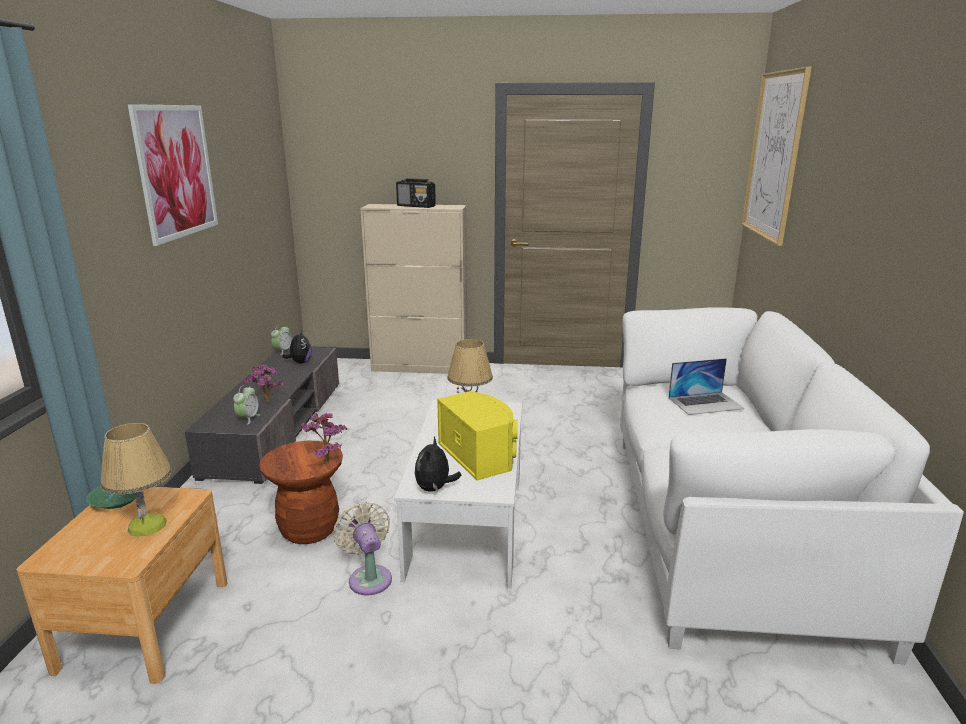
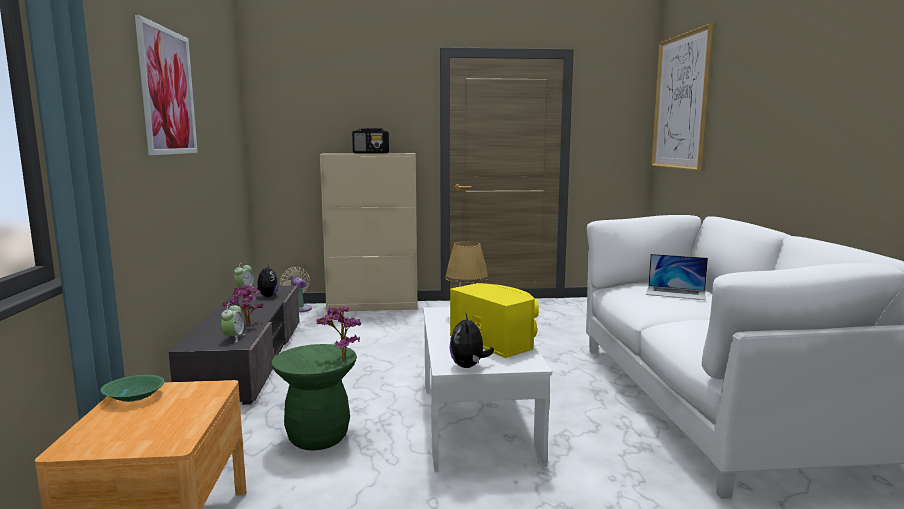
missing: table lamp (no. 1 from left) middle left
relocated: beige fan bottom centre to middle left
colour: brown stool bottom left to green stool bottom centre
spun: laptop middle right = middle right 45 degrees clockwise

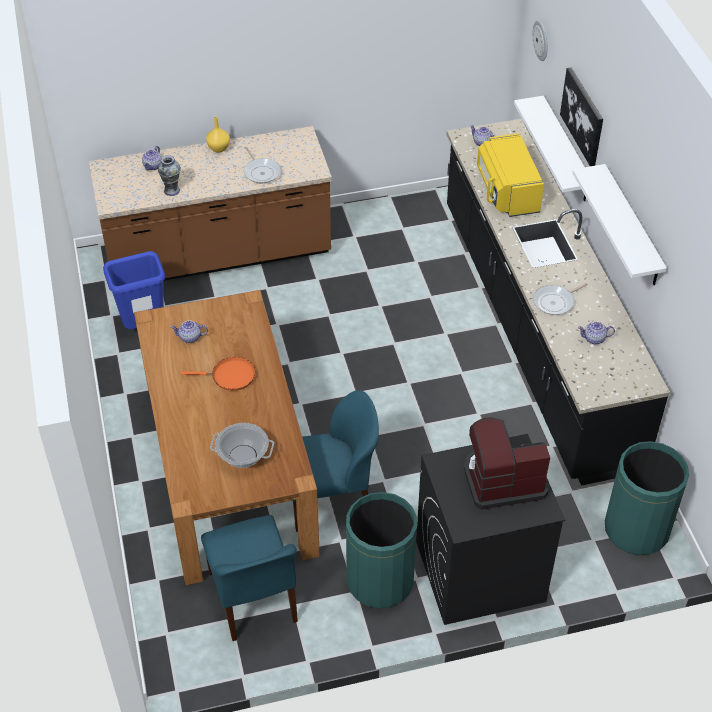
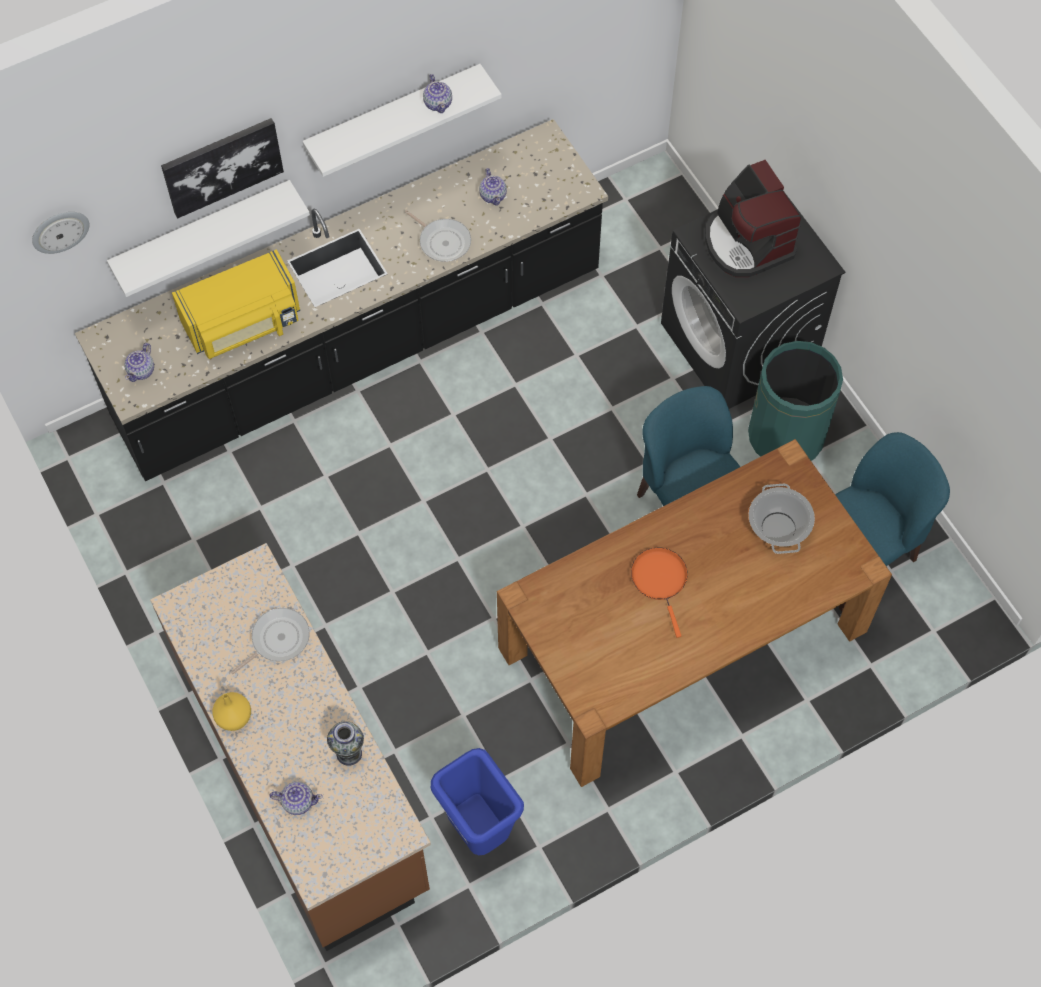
missing: green trash can (no. 2 from left) bottom right
relocated: teapot (no. 2 from left in the first image) middle left to teapot (no. 3 from left) top centre

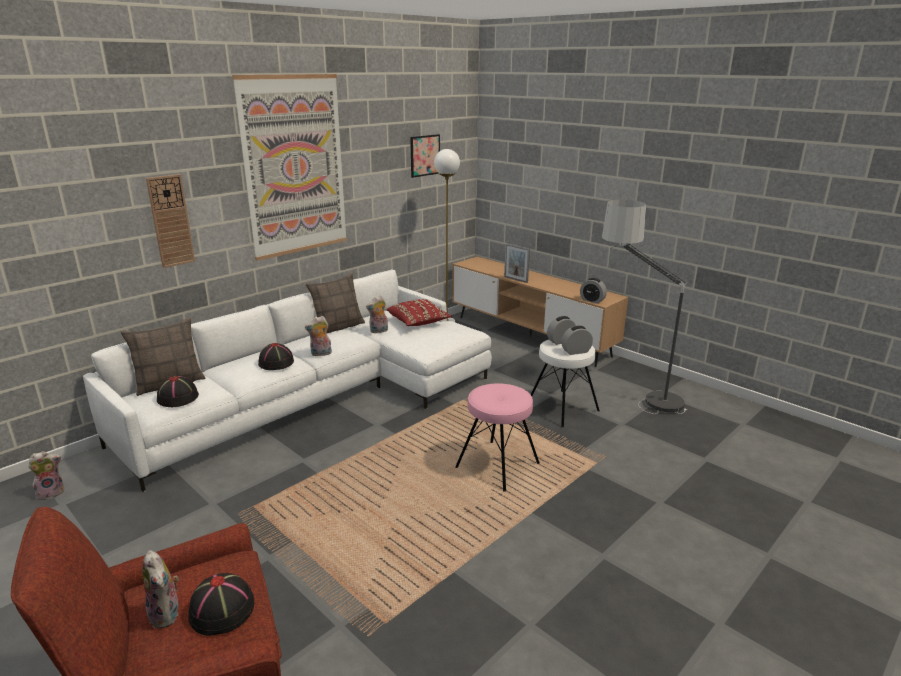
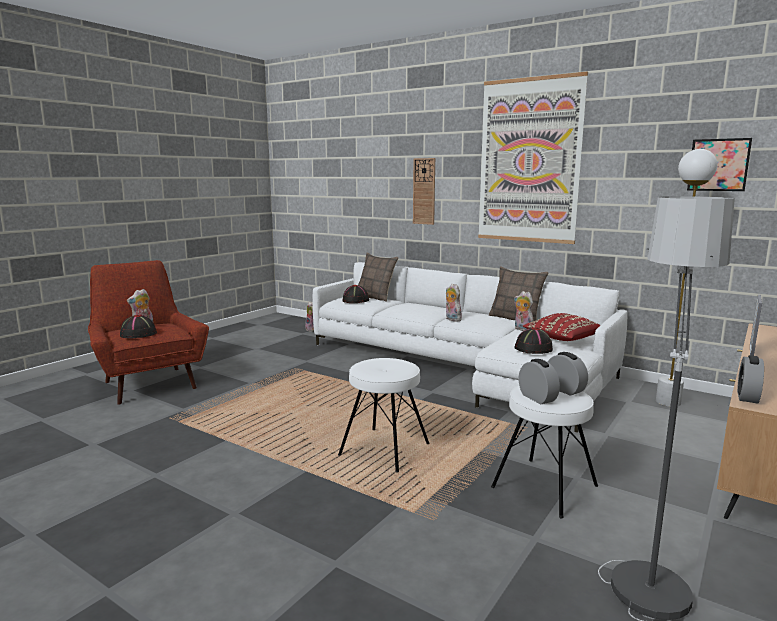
relocated: black hat (no. 3 from left) middle left to middle right
colour: pink stool centre to white stool (no. 1 from left) bottom centre

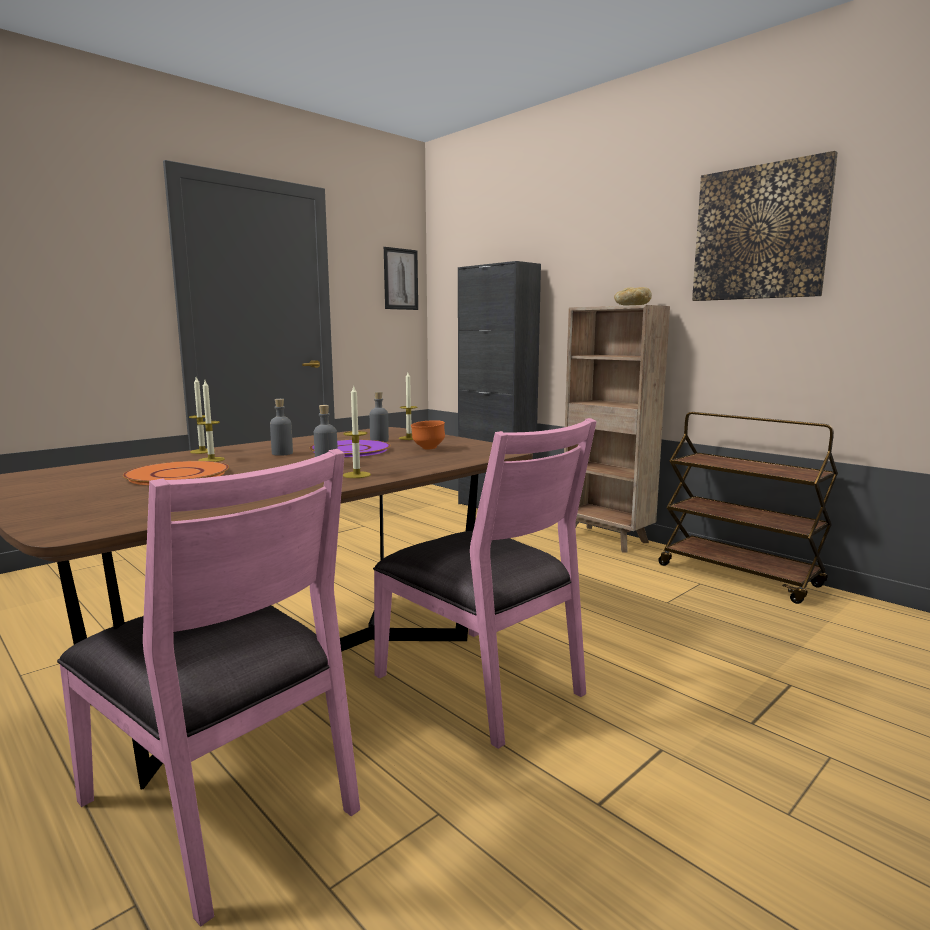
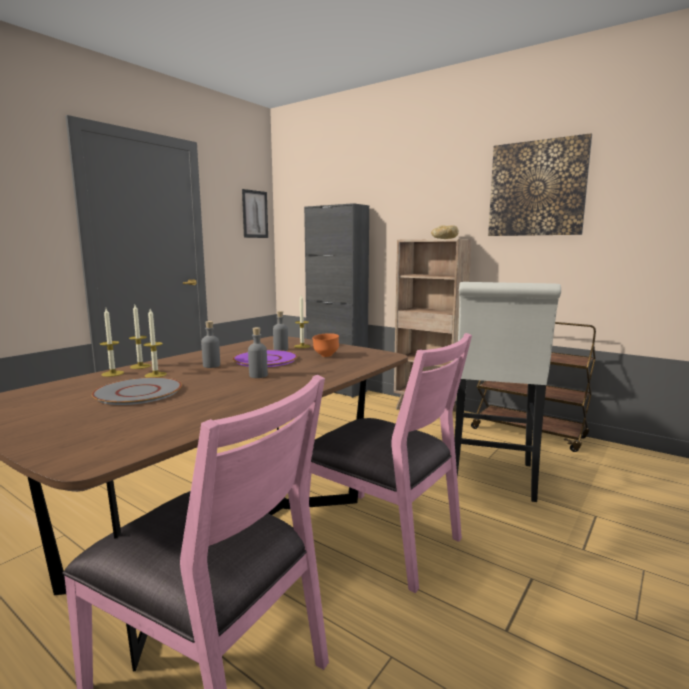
appeared: white stool middle right
relocated: candle (no. 3 from left in the first image) centre to candle (no. 1 from left) middle left
colour: orange plate middle left to grey plate middle left

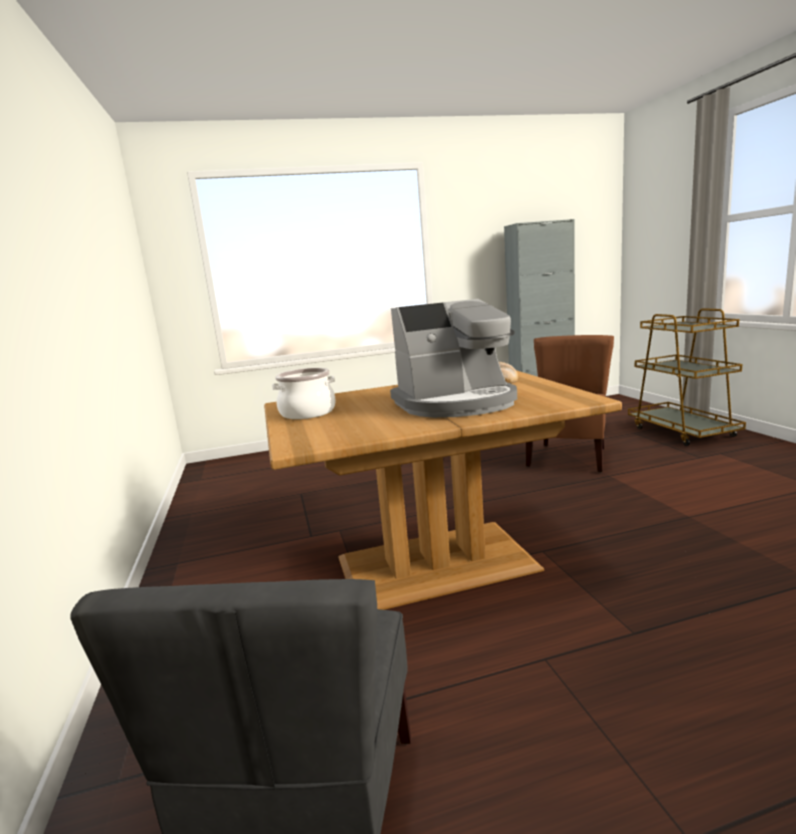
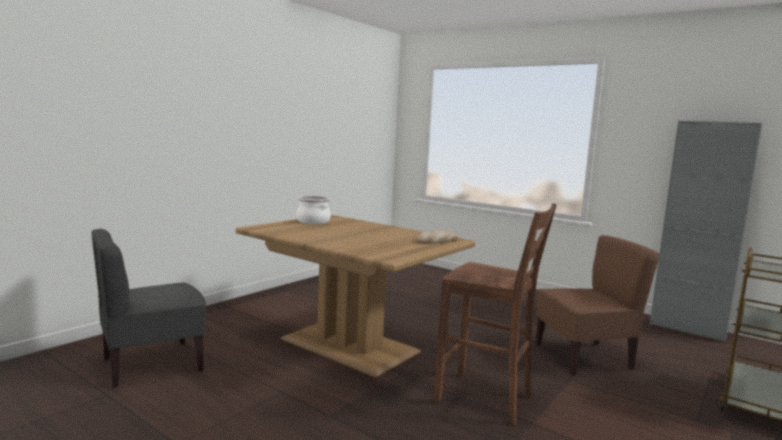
missing: coffee machine centre
appeared: brown stool bottom centre

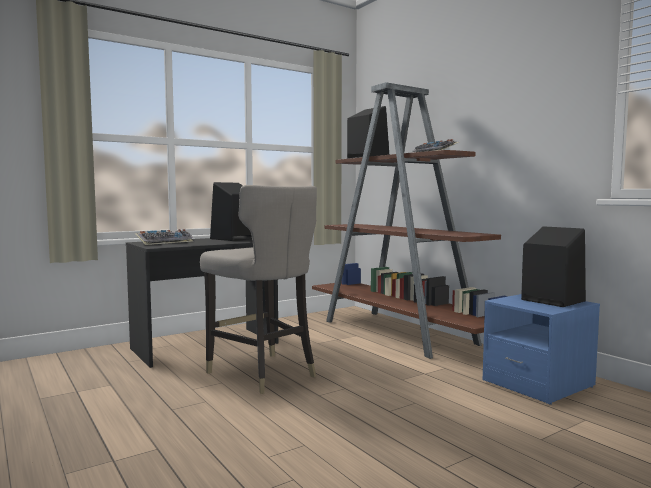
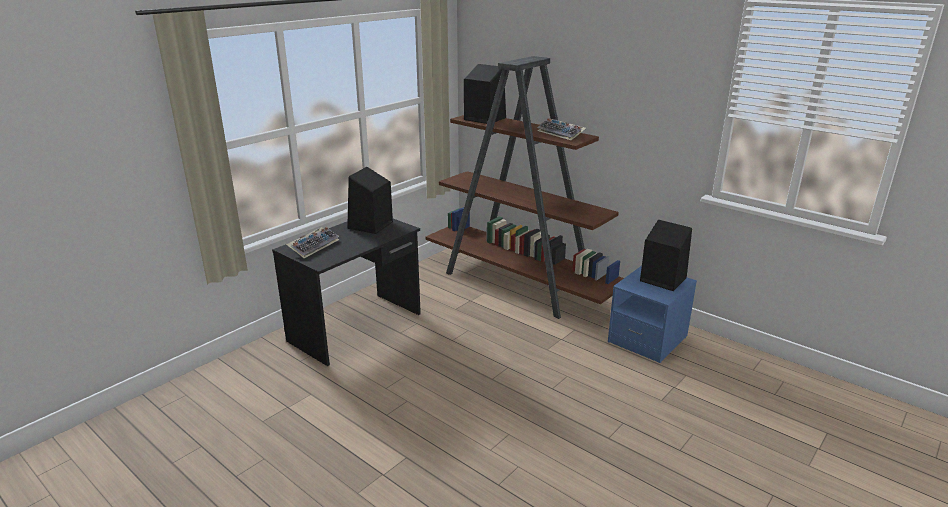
missing: grey stool centre

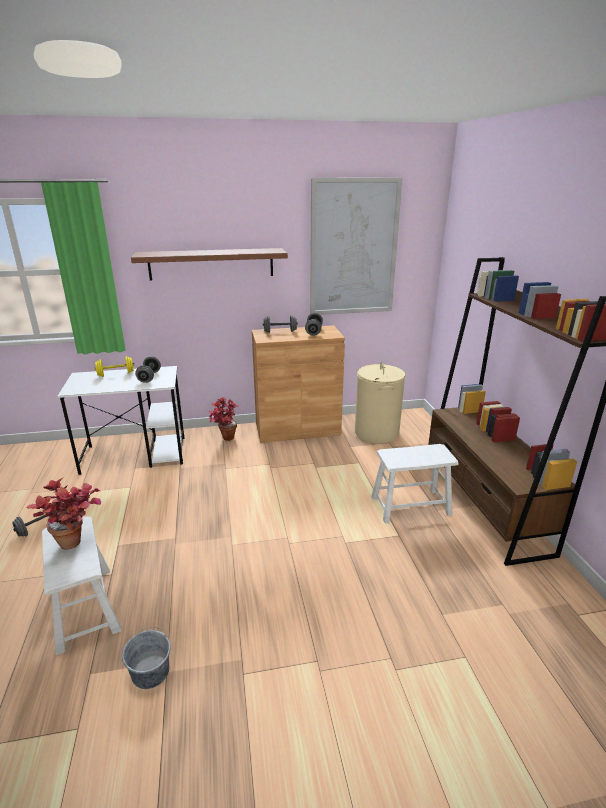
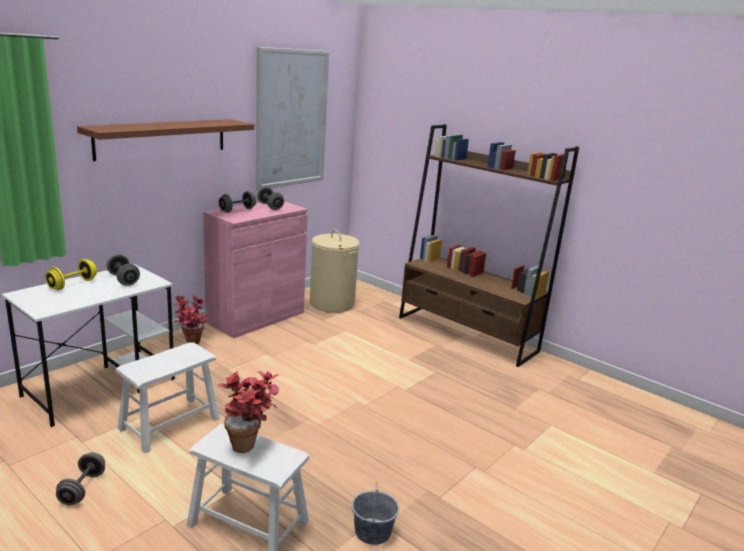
relocated: white stool (no. 2 from left in the first image) middle right to white stool (no. 1 from left) bottom left
colour: brown cabinet centre to pink cabinet centre

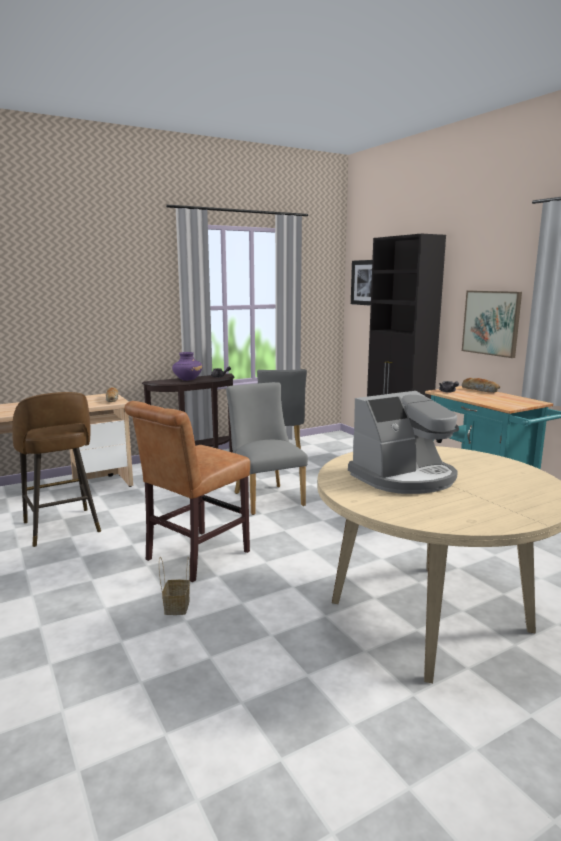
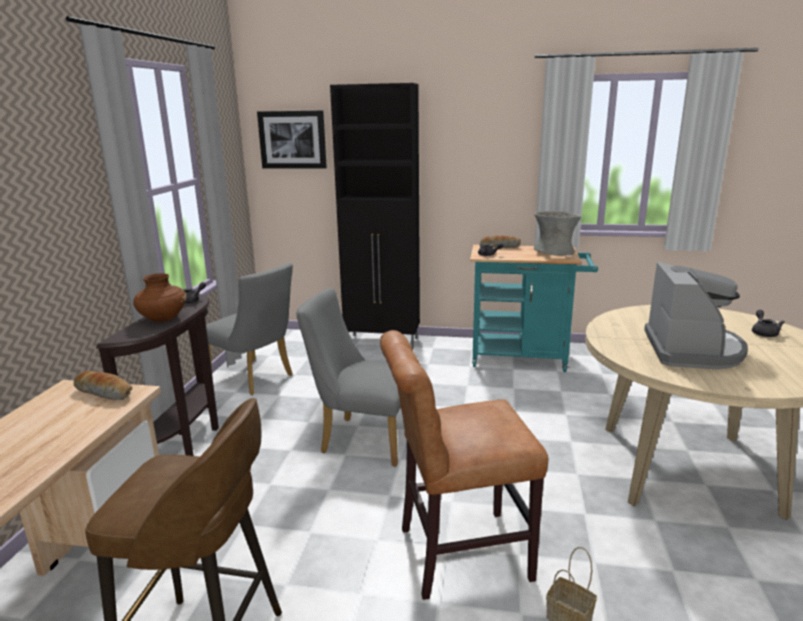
missing: picture (no. 2 from left) middle right
appeared: grey vase middle right; grey teapot (no. 3 from left) middle right
colour: purple vase centre to brown vase middle left
spun: brown chair centre = bottom centre 90 degrees clockwise

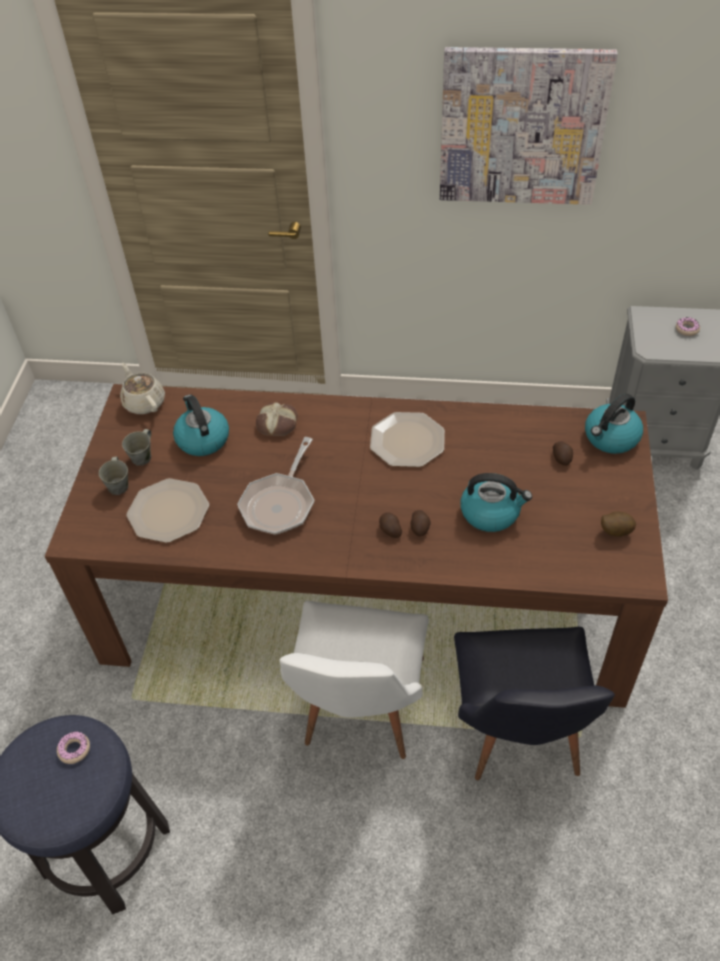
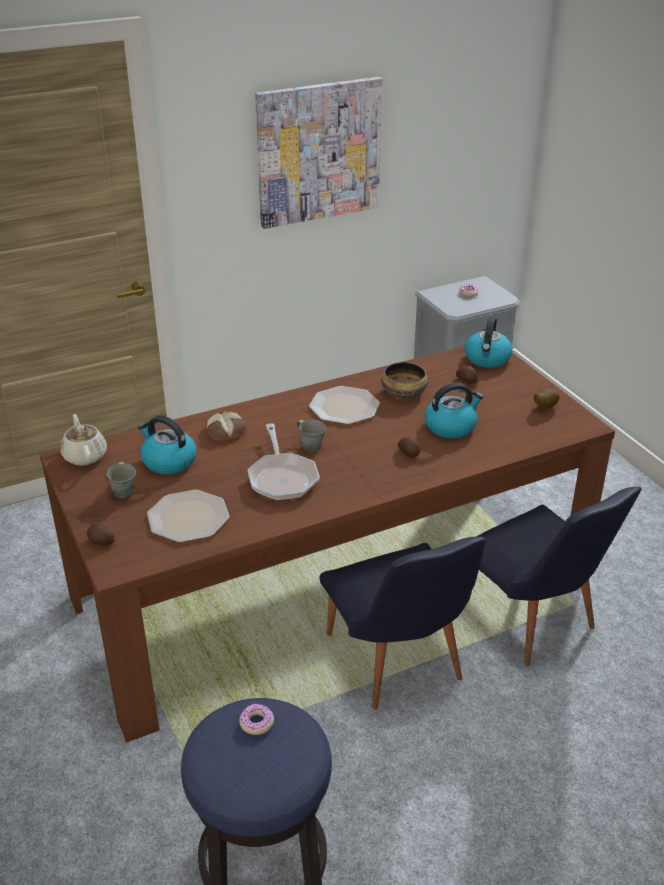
appeared: bowl centre
relocated: grey mug (no. 1 from left in the first image) middle left to grey mug (no. 2 from left) centre; potato (no. 1 from left) centre to middle left
colour: white chair bottom centre to black chair (no. 1 from left) bottom centre
spun: beige teapot middle left = middle left 45 degrees clockwise

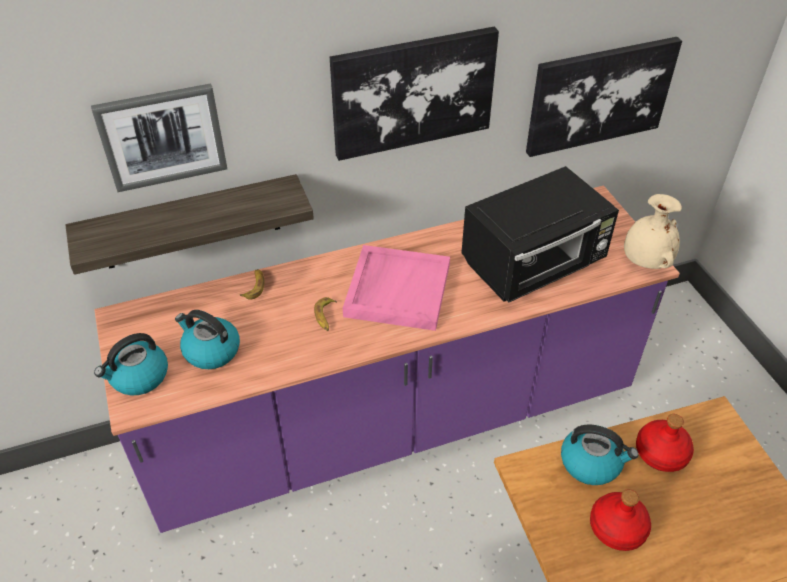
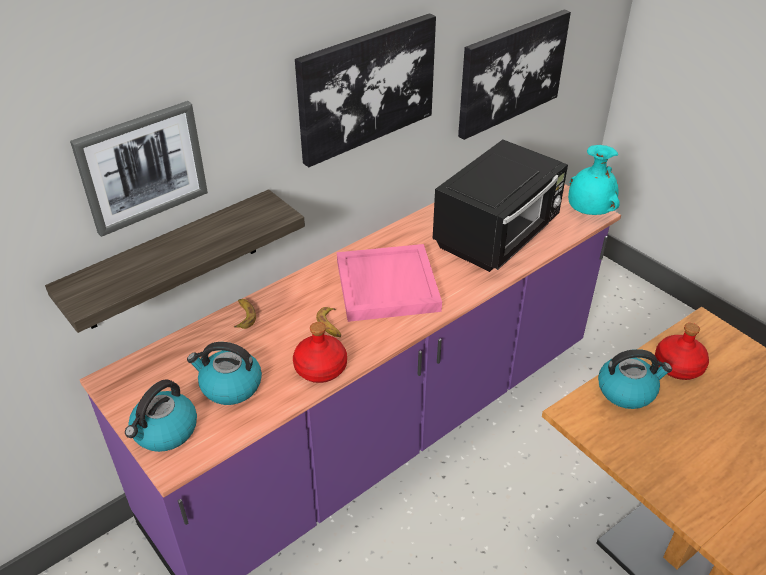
relocated: red bottle (no. 1 from left) bottom right to centre
colour: beige vase middle right to turquoise vase top right

